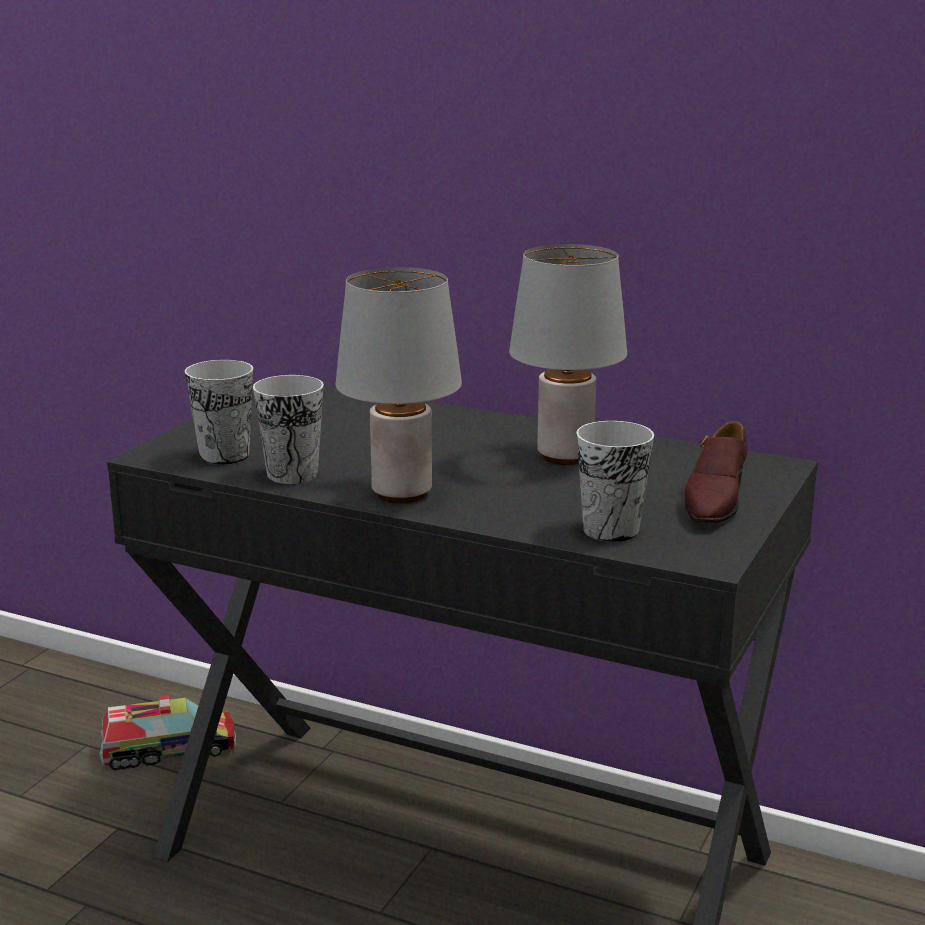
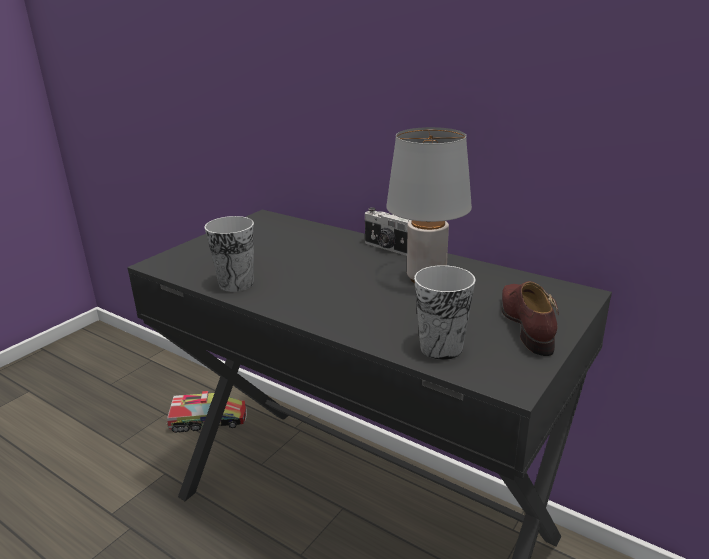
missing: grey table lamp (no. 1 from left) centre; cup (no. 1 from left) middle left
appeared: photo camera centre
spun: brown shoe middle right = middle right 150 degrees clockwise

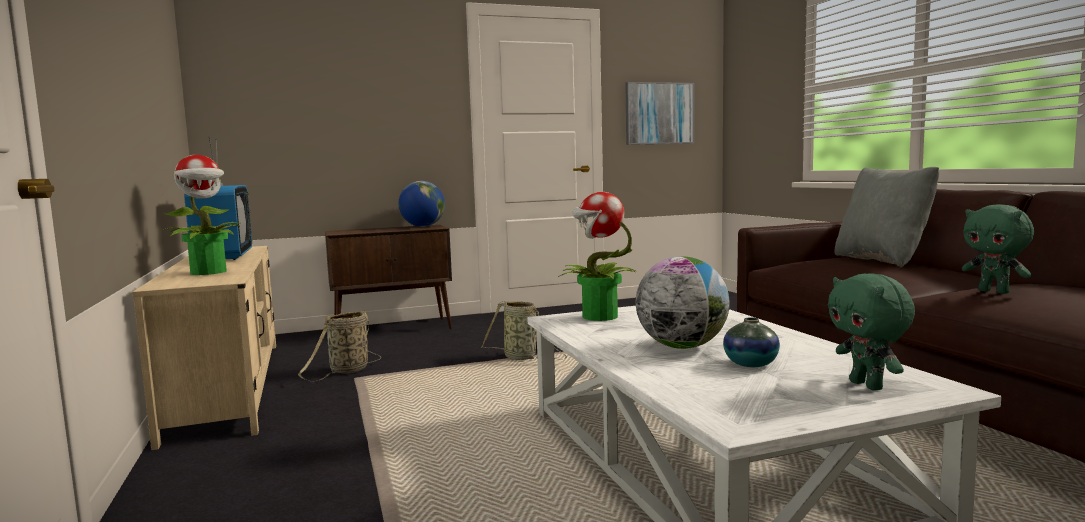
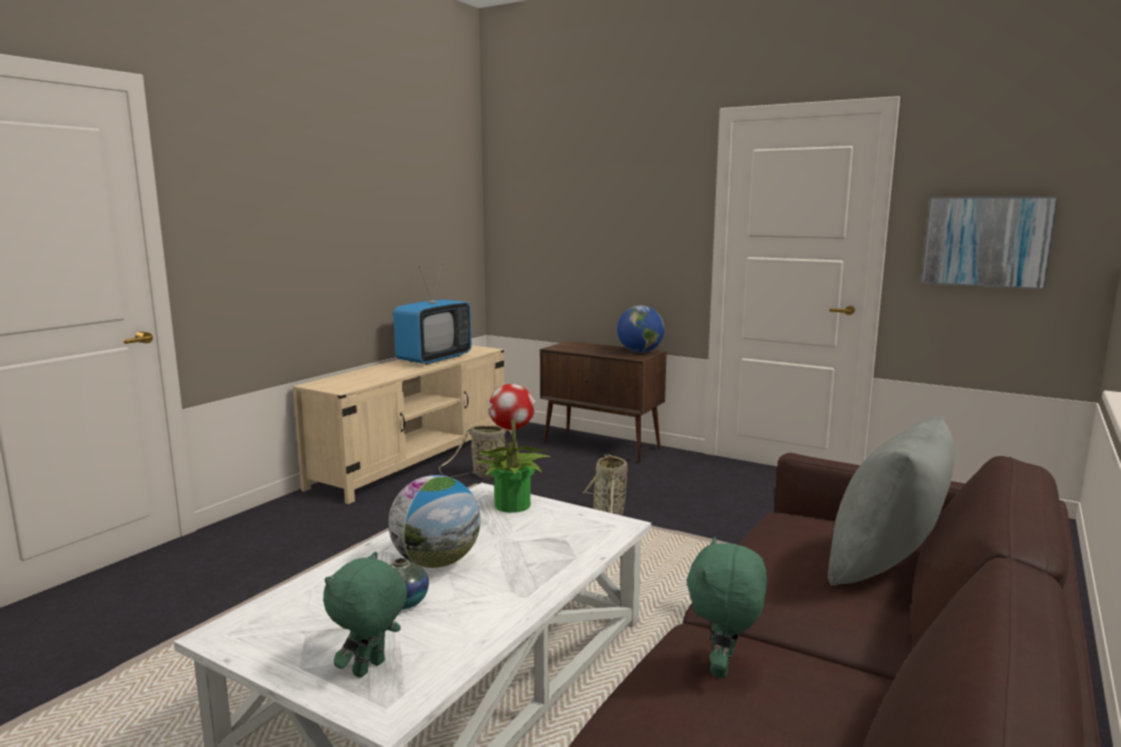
missing: potted plant (no. 1 from left) middle left

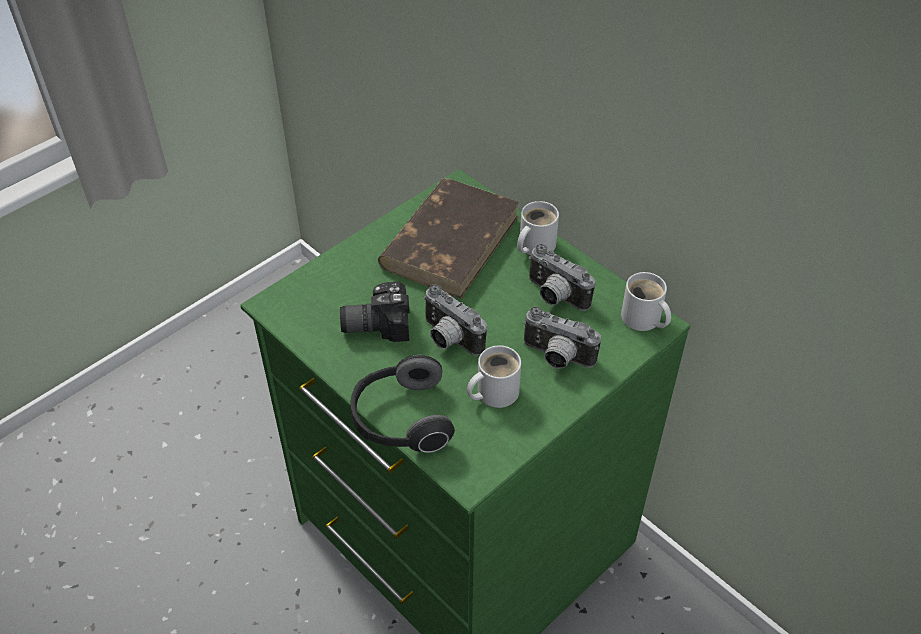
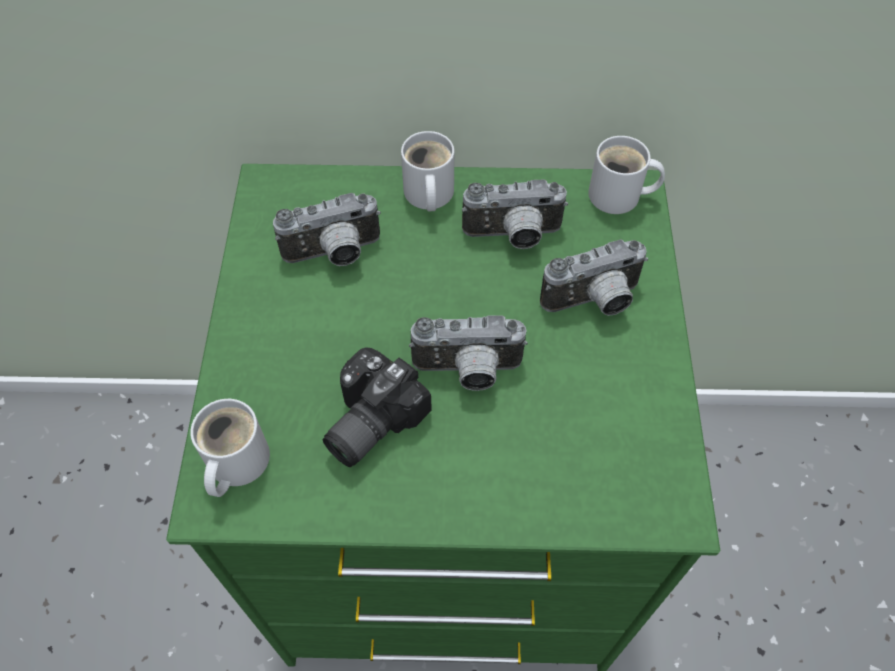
missing: headphones centre
relocated: white mug (no. 1 from left) centre to bottom left
exchanged: brown book centre to photo camera (no. 1 from left) centre

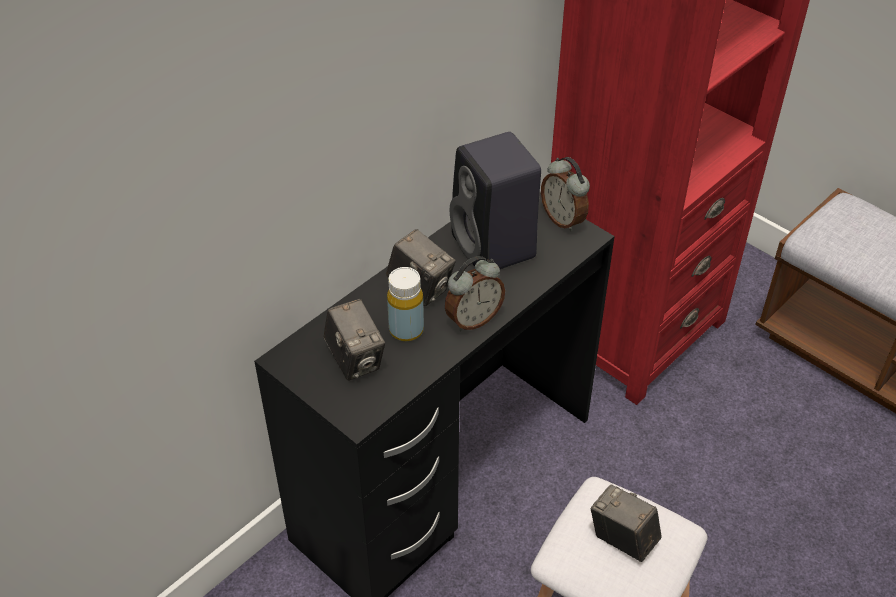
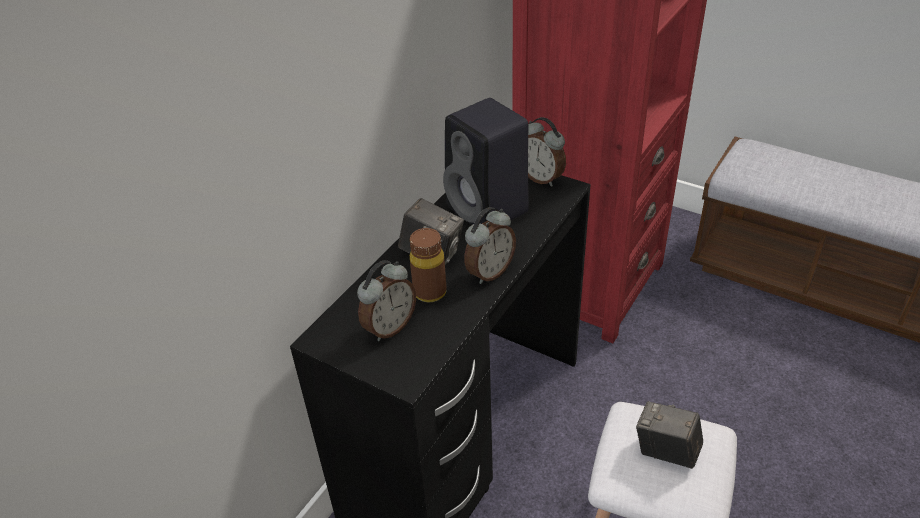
exchanged: photo camera (no. 1 from left) centre to alarm clock (no. 1 from left) centre
colour: yellow bottle centre to brown bottle centre

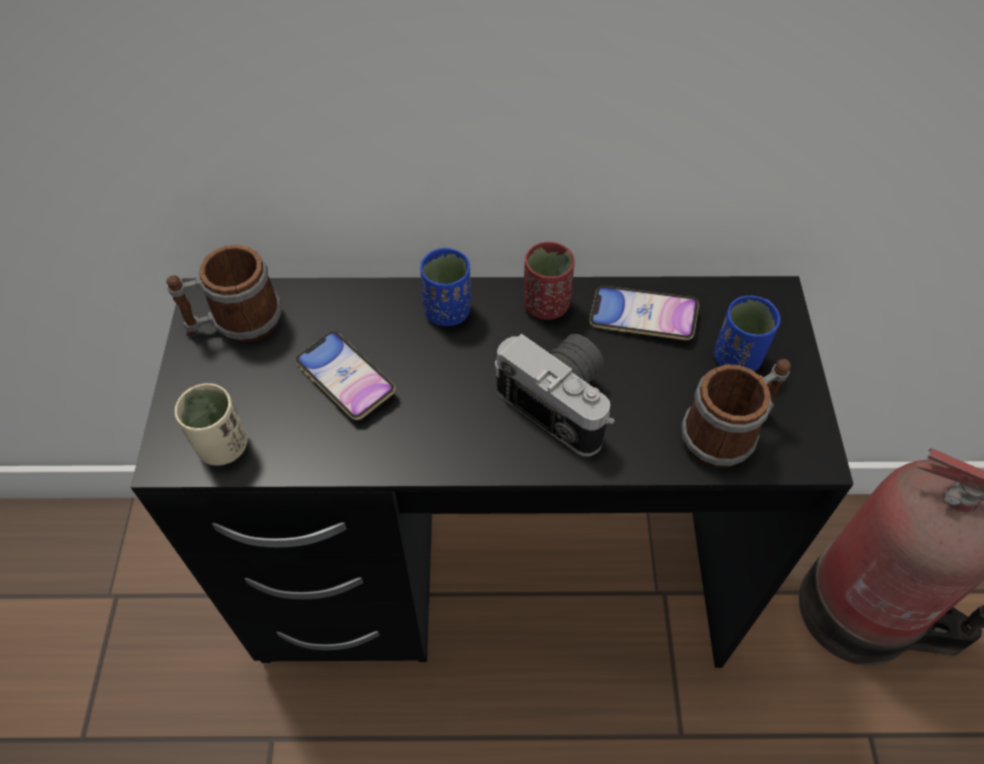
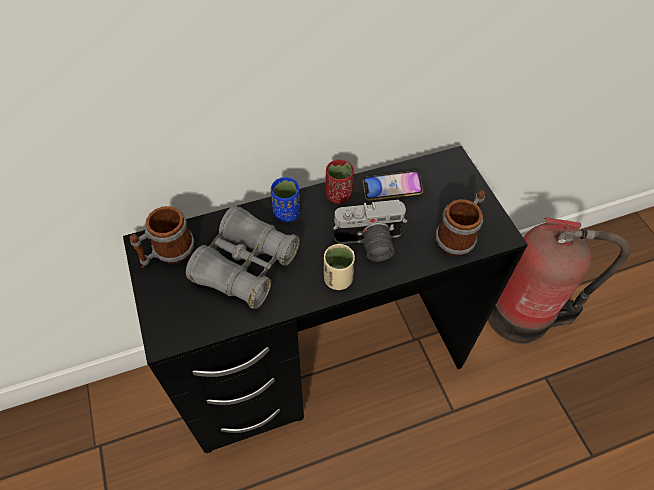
missing: blue cup (no. 2 from left) middle right
relocated: beige cup middle left to centre
exchanged: phone (no. 1 from left) centre to grey binoculars centre
spun: photo camera centre = centre 150 degrees clockwise

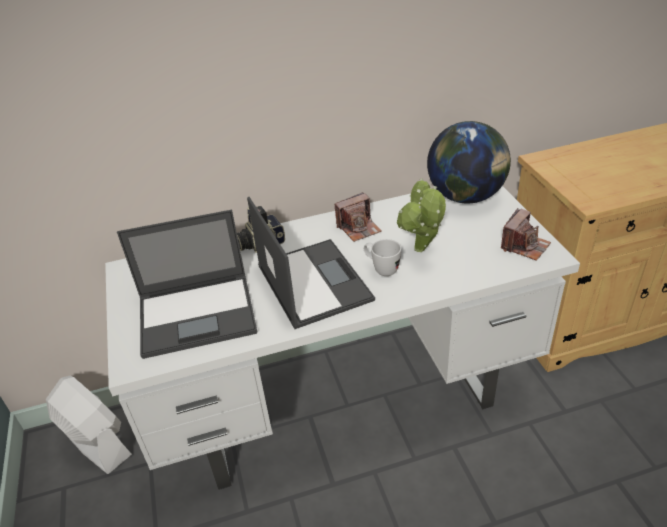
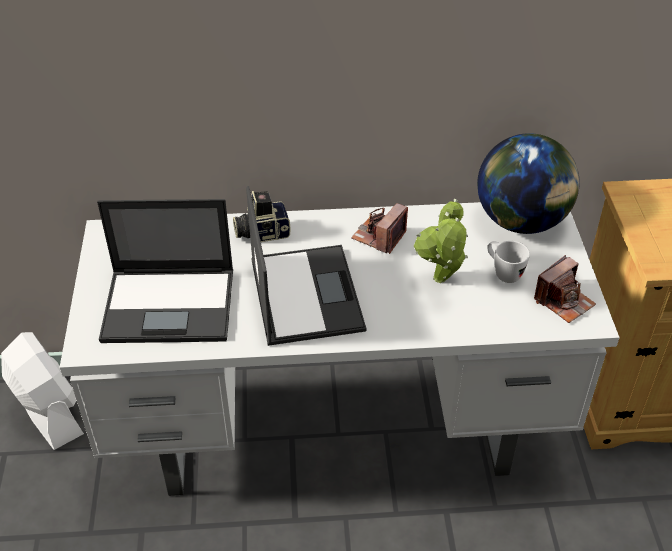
relocated: white mug centre to middle right
spun: photo camera (no. 2 from left) centre = centre 135 degrees clockwise

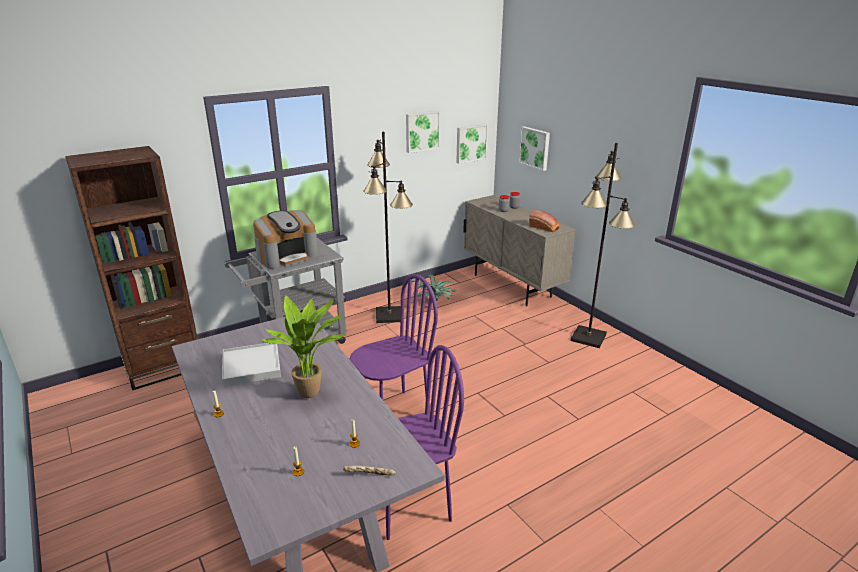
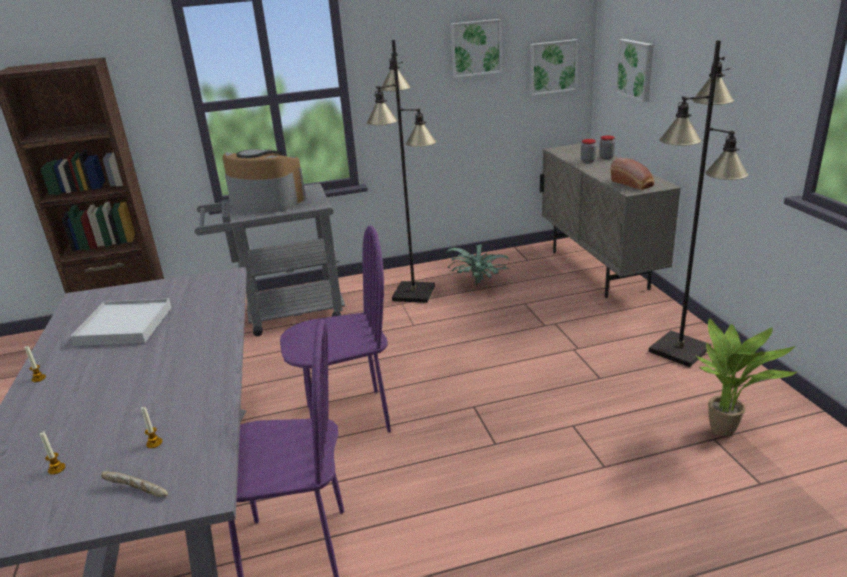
relocated: potted plant (no. 1 from left in the first image) centre to potted plant (no. 2 from left) middle right
spun: coffee machine middle left = top left 135 degrees counterclockwise

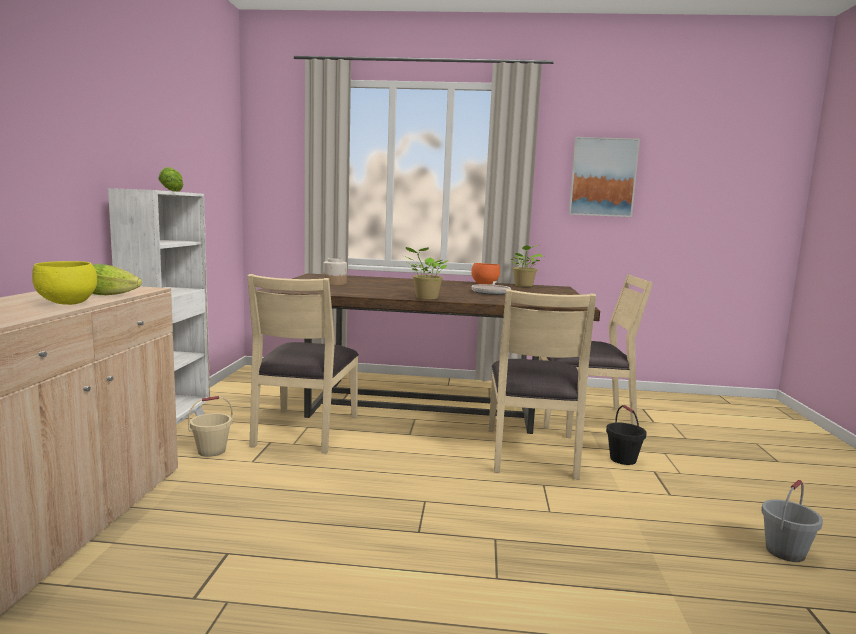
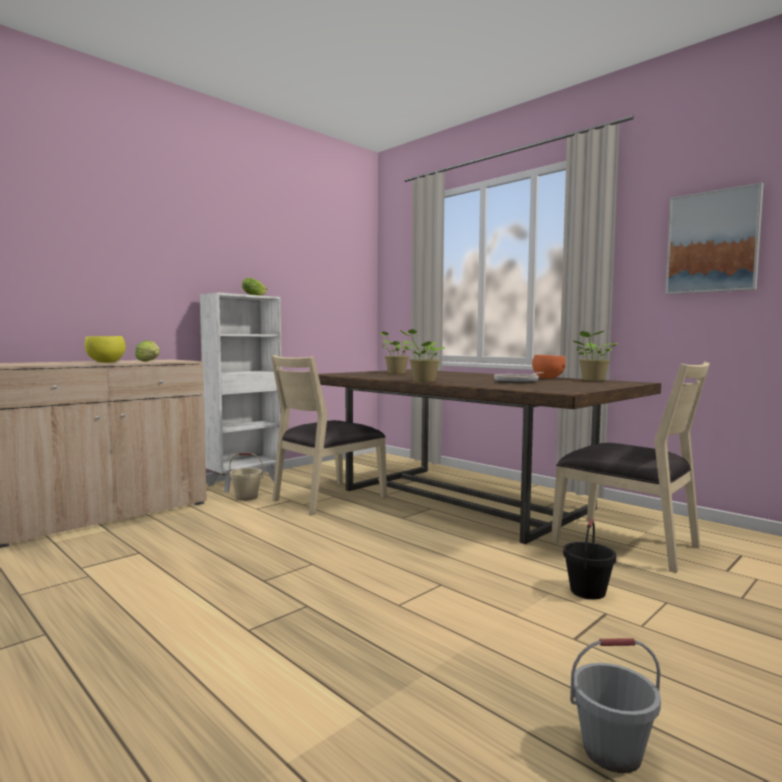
missing: beige chair (no. 2 from left) centre
exchanged: jar centre to potted plant (no. 1 from left) centre

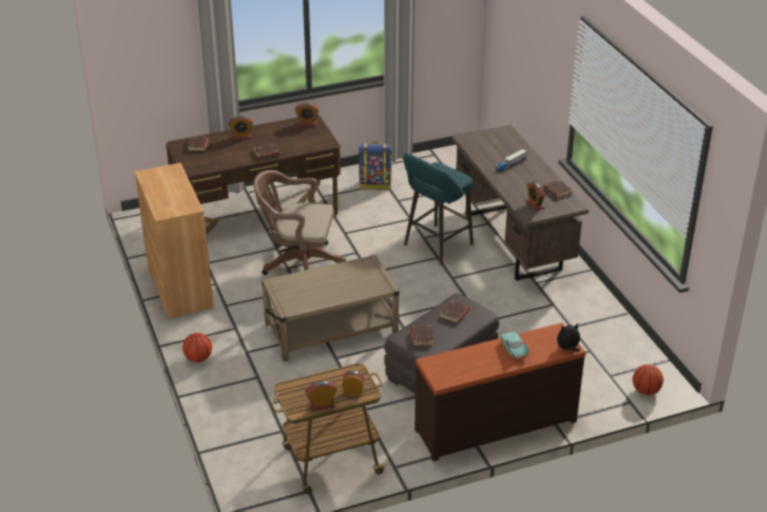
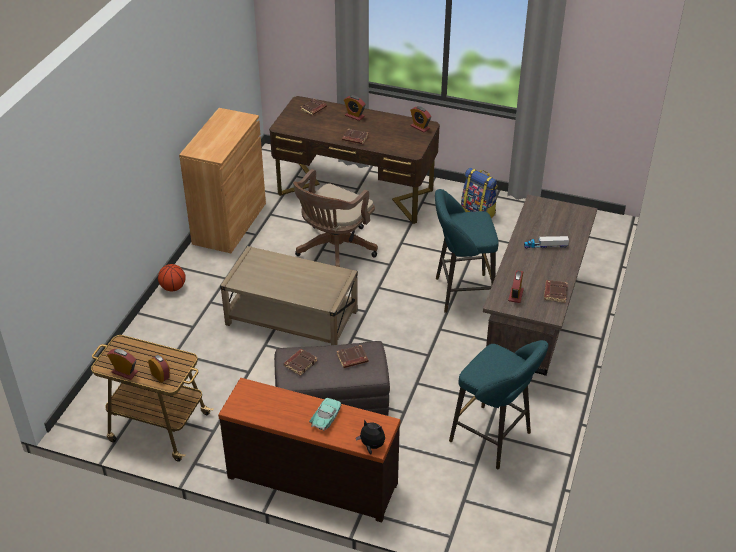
missing: basketball (no. 2 from left) bottom right
appeared: turquoise stool (no. 2 from left) bottom right
spun: brown office chair centre = centre 105 degrees counterclockwise

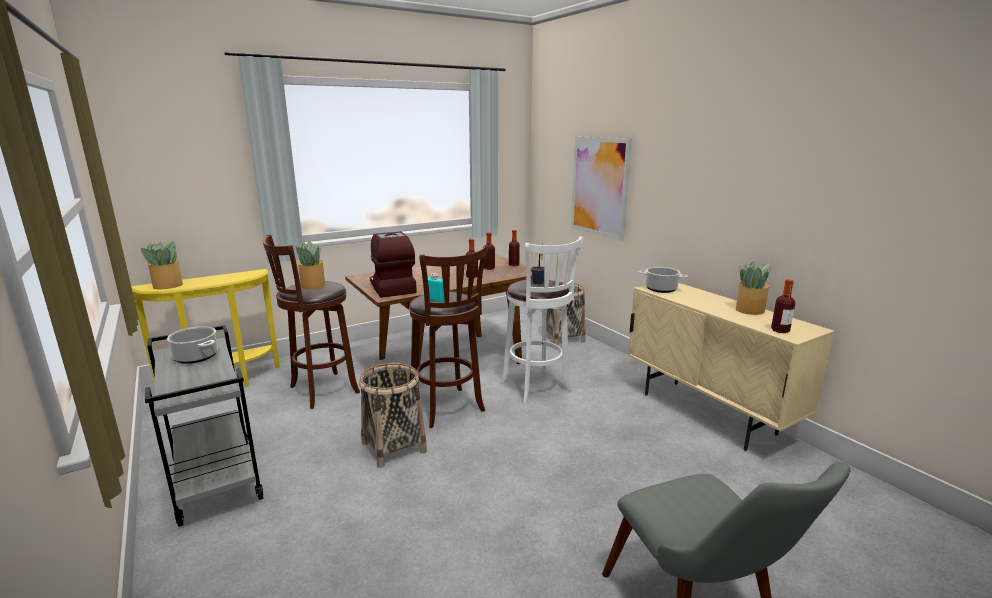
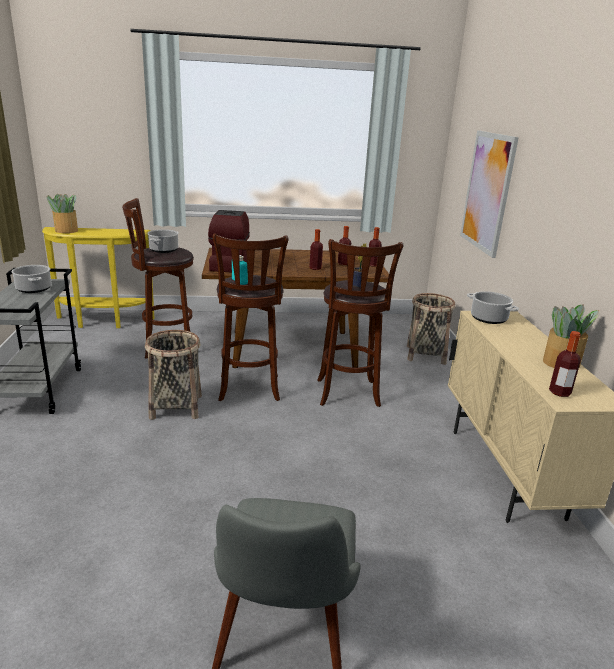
exchanged: potted plant (no. 2 from left) middle left to cooking pot (no. 2 from left) middle left
colour: white stool centre to brown stool (no. 3 from left) centre

